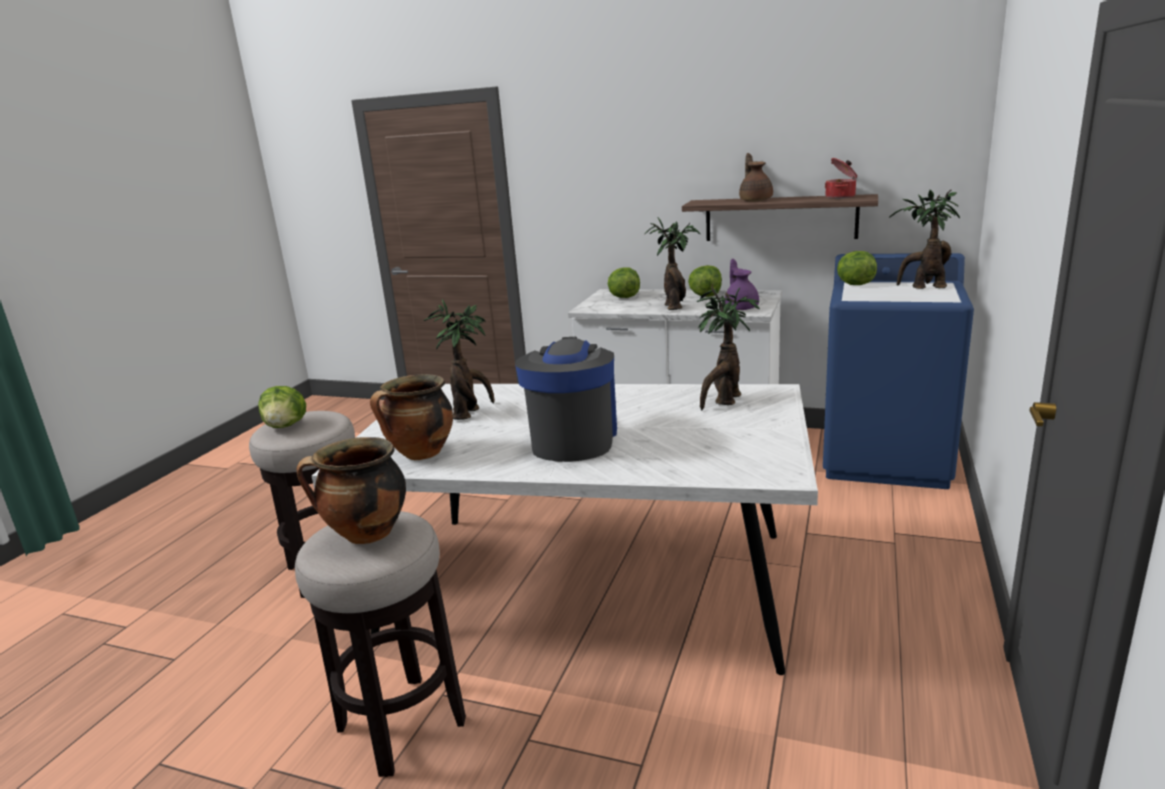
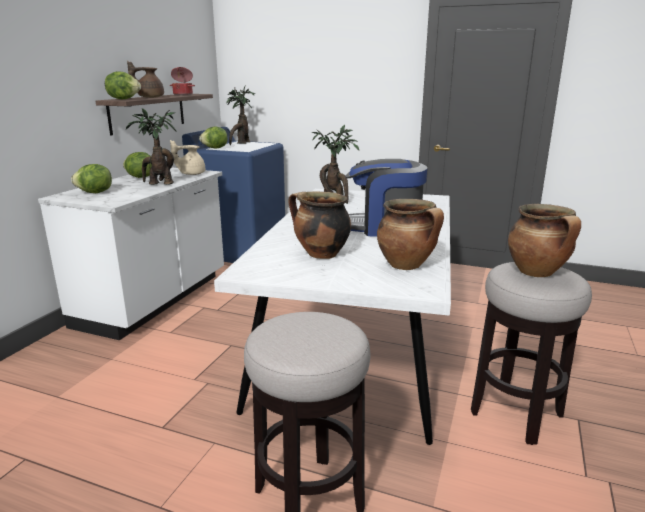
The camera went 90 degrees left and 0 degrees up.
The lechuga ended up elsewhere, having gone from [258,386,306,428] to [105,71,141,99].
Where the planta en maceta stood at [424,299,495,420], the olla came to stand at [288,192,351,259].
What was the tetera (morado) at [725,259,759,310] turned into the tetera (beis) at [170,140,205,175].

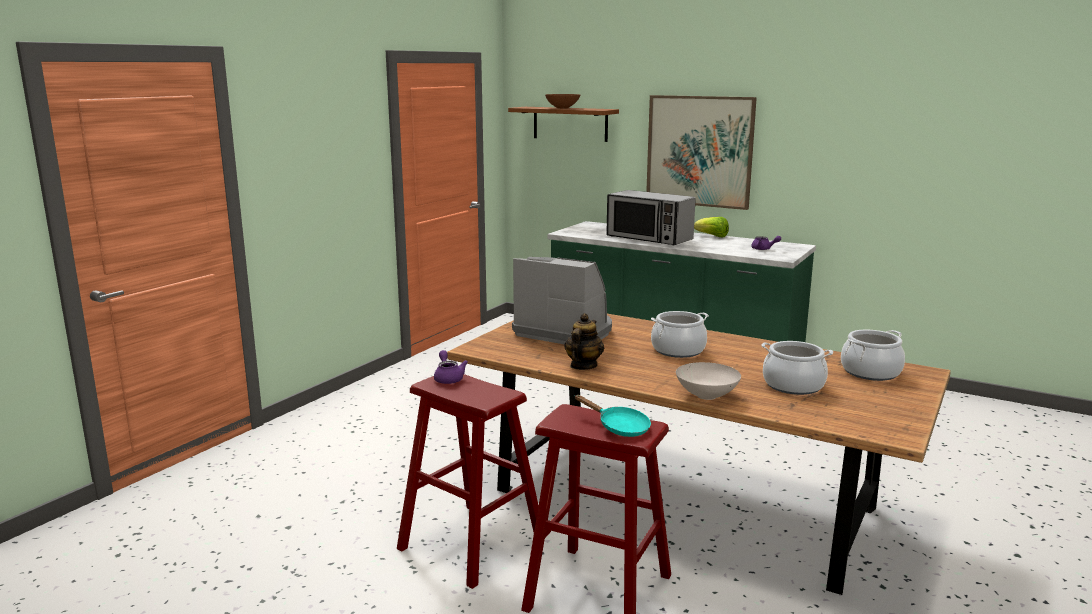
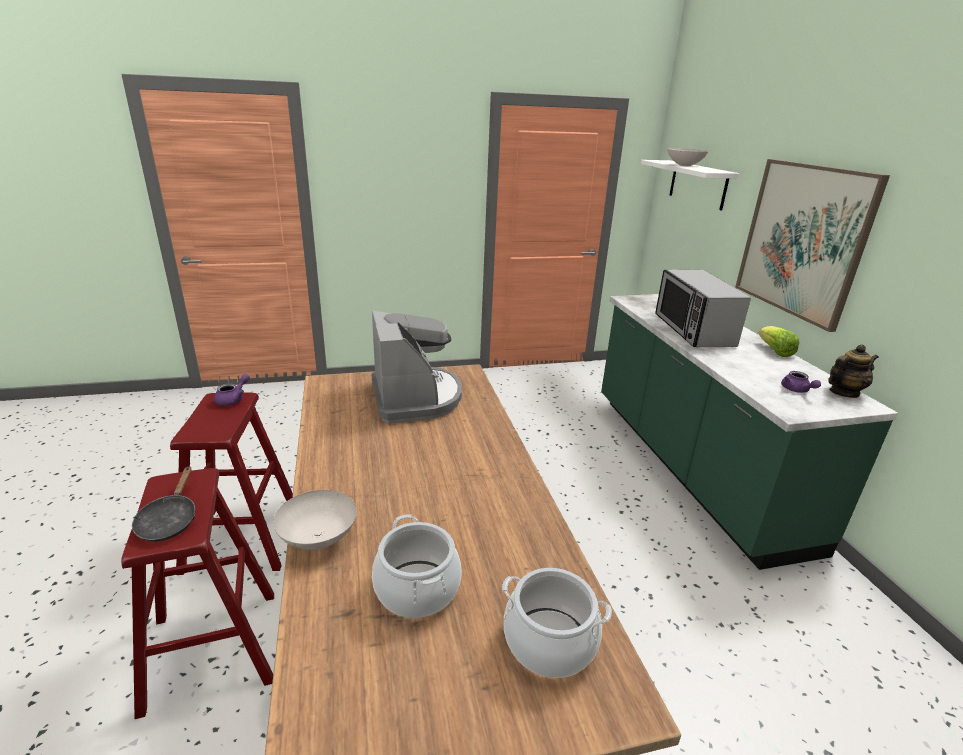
The camera went 45 degrees right and 10 degrees up.
The second view lost the olla at [651,311,709,358].
The tetera ended up elsewhere, having gone from [564,313,604,370] to [828,345,879,398].
What was the estante (marrón) at [508,107,619,142] turned into the estante (blanco) at [641,160,740,211].
What was the cuenco (marrón) at [545,94,580,109] turned into the cuenco (blanco) at [667,148,709,166].
What was the sartén (turquesa) at [574,395,651,437] turned into the sartén (negro) at [132,466,195,542].

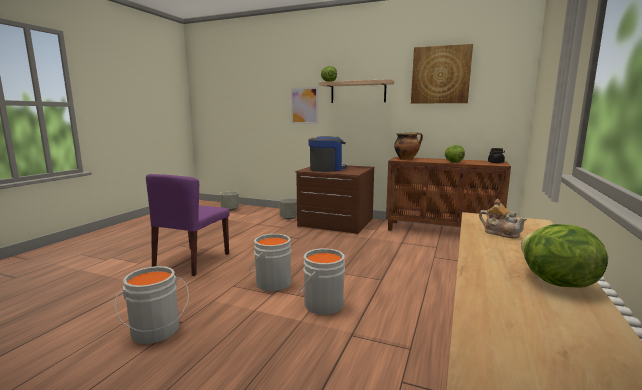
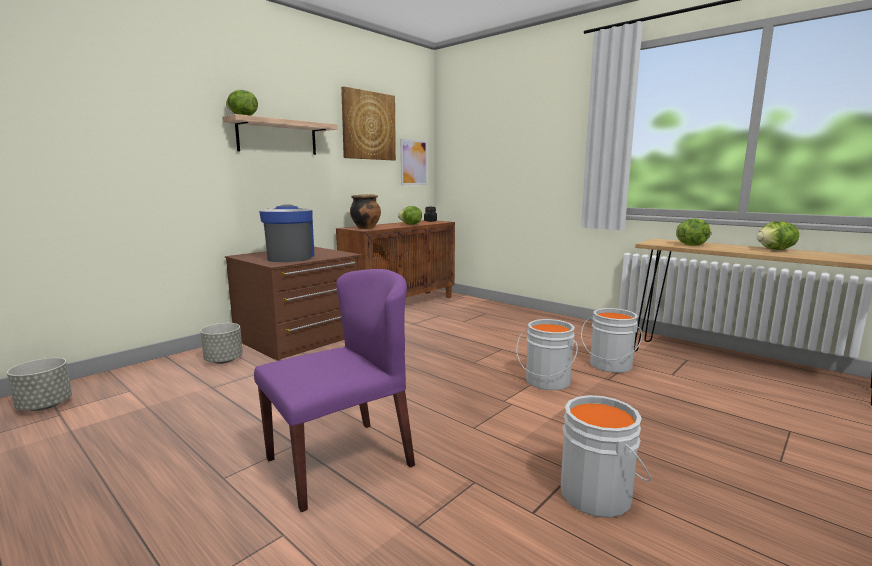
The camera went 70 degrees left and 0 degrees up.
The cubo (gris) ended up elsewhere, having gone from [249,234,291,291] to [581,308,642,373].
The cuadro ended up elsewhere, having gone from [291,87,318,124] to [400,139,427,185].
Where the tetera stood at [479,199,527,239], the lechuga came to stand at [676,219,712,245].
The silla (morado) at [146,174,230,276] ended up facing another way, 75 degrees counterclockwise from before.

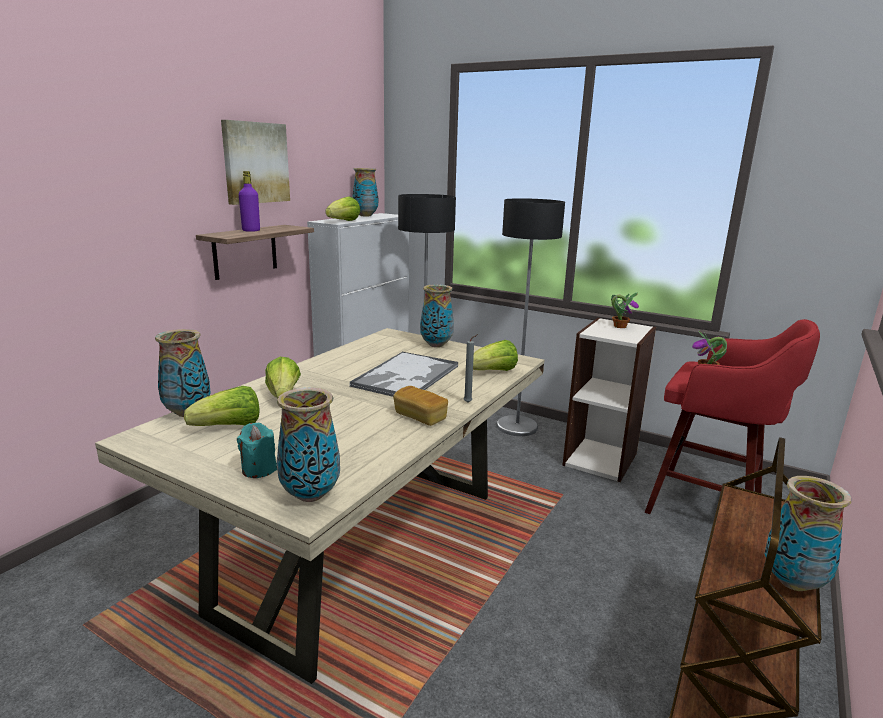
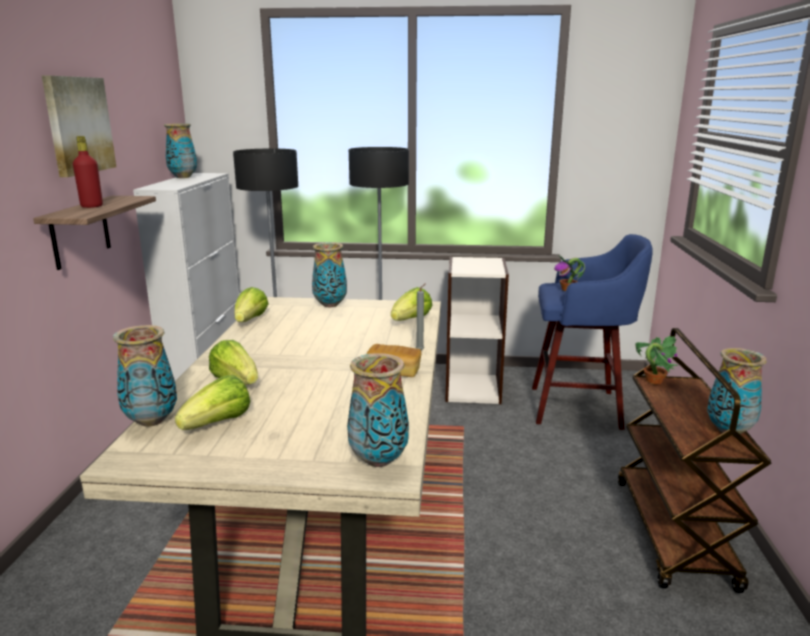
The camera went 25 degrees left and 0 degrees up.
The second view lost the vela (turquesa) at [237,423,277,478].
The second view lost the bandeja at [350,352,458,397].
The lechuga ended up elsewhere, having gone from [325,196,360,221] to [234,287,268,322].
The planta en maceta ended up elsewhere, having gone from [611,293,639,328] to [635,336,677,384].
What was the botella (morado) at [239,171,260,232] turned into the botella (rojo) at [73,136,103,208].
What was the taburete (rojo) at [645,319,820,514] turned into the taburete (azul) at [532,234,652,430].

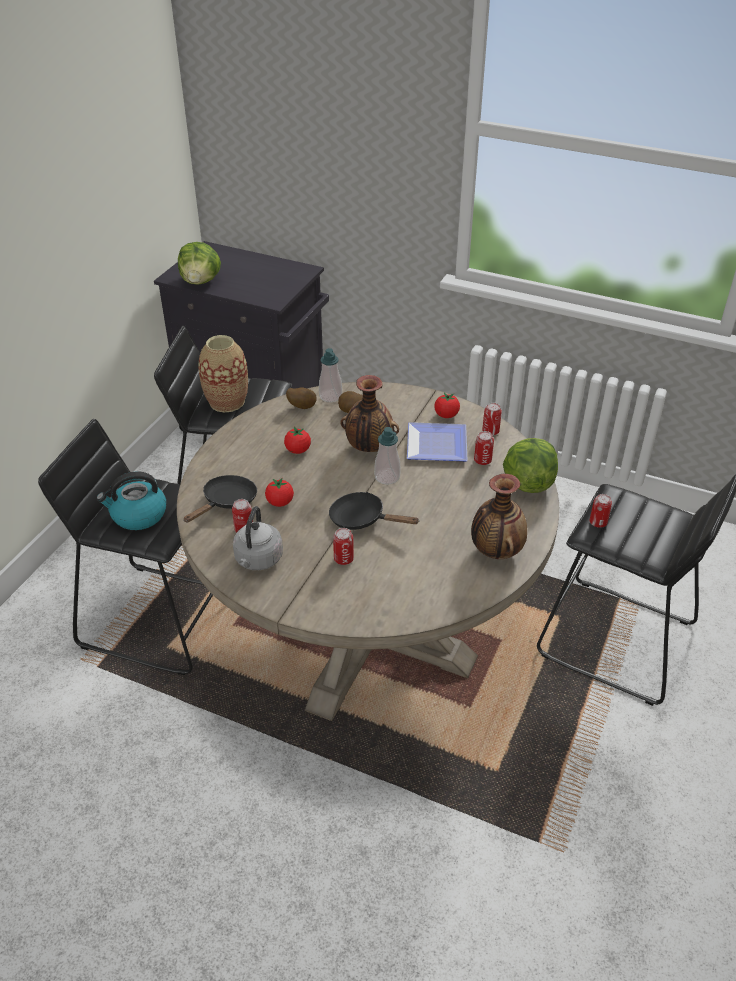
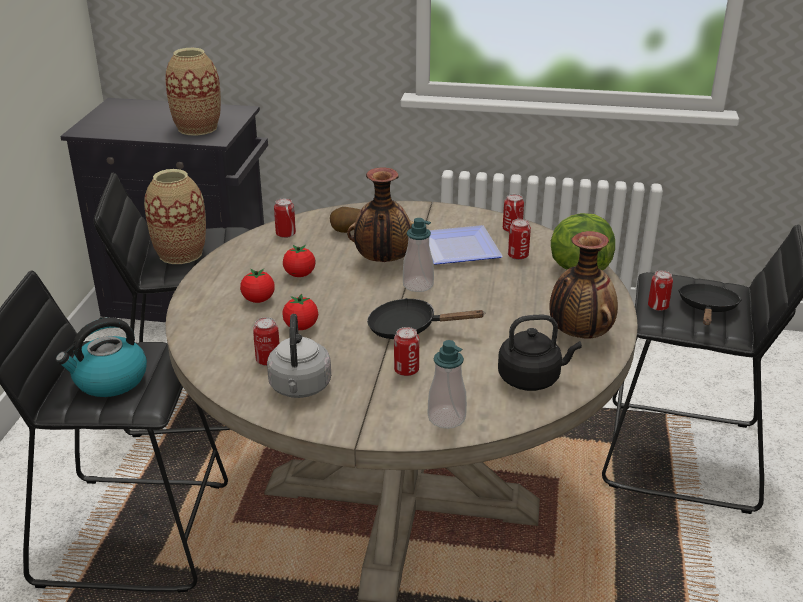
The camera went 15 degrees left and 10 degrees down.
The second view lost the lechuga at [178,242,221,285].
The second view gained the florero at [165,48,221,136].
The second view gained the hervidor (negro) at [498,315,582,391].
The sartén (negro) ended up elsewhere, having gone from [183,475,257,523] to [679,284,742,325].
The dispensador de jabón ended up elsewhere, having gone from [319,348,342,402] to [428,340,467,429].
The tomate ended up elsewhere, having gone from [434,392,460,418] to [240,269,275,303].
Where the patata stood at [286,387,317,409], the lata came to stand at [274,198,296,238].

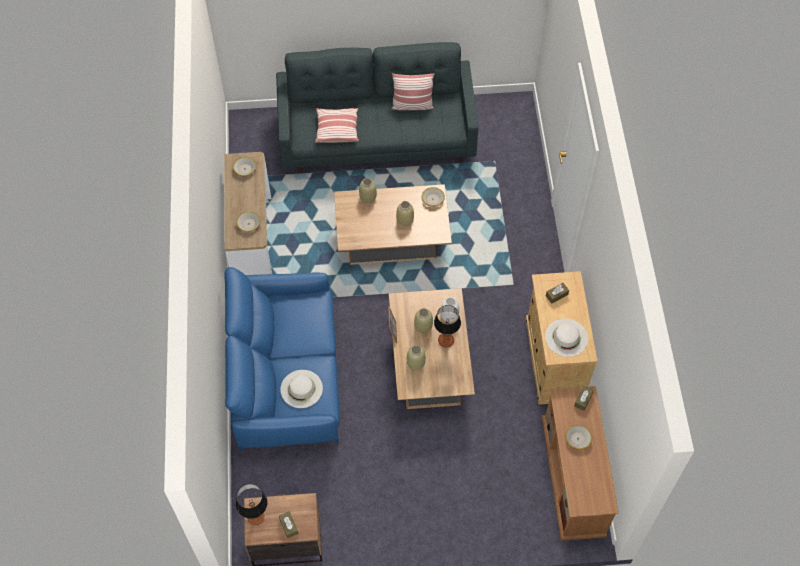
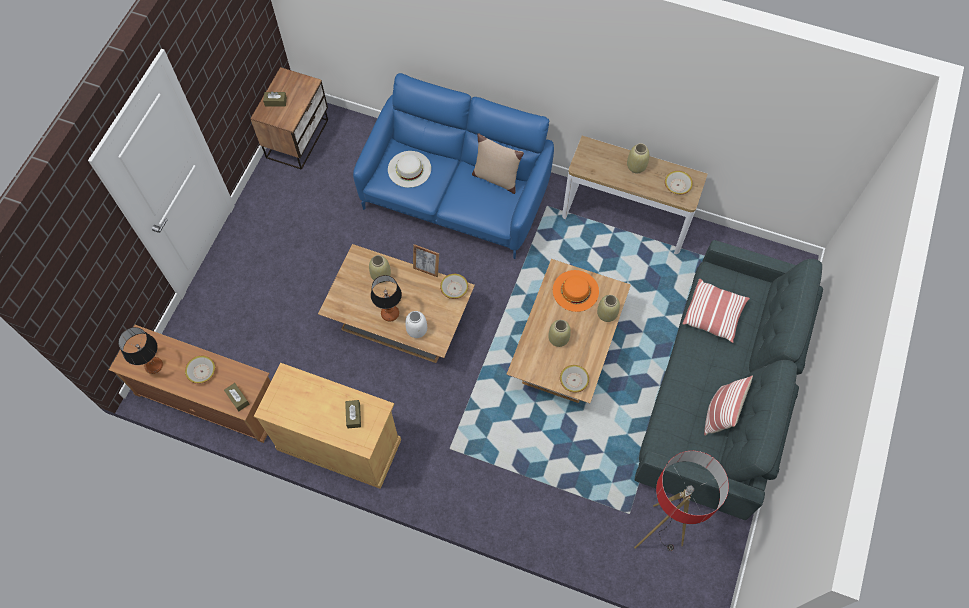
The camera went 115 degrees right and 5 degrees up.
The second view lost the sombrero (blanco) at [545,318,588,357].
The second view gained the cojín (beis) at [472,133,524,194].
The second view gained the sombrero (naranja) at [553,270,599,312].
The second view gained the lámpara de pie at [634,451,729,551].
The cuenco ended up elsewhere, having gone from [236,211,261,232] to [440,274,468,299].
The lámpara de mesa ended up elsewhere, having gone from [236,484,268,525] to [118,327,163,374].
The florero (beis) ended up elsewhere, having gone from [414,308,433,333] to [627,143,649,173].

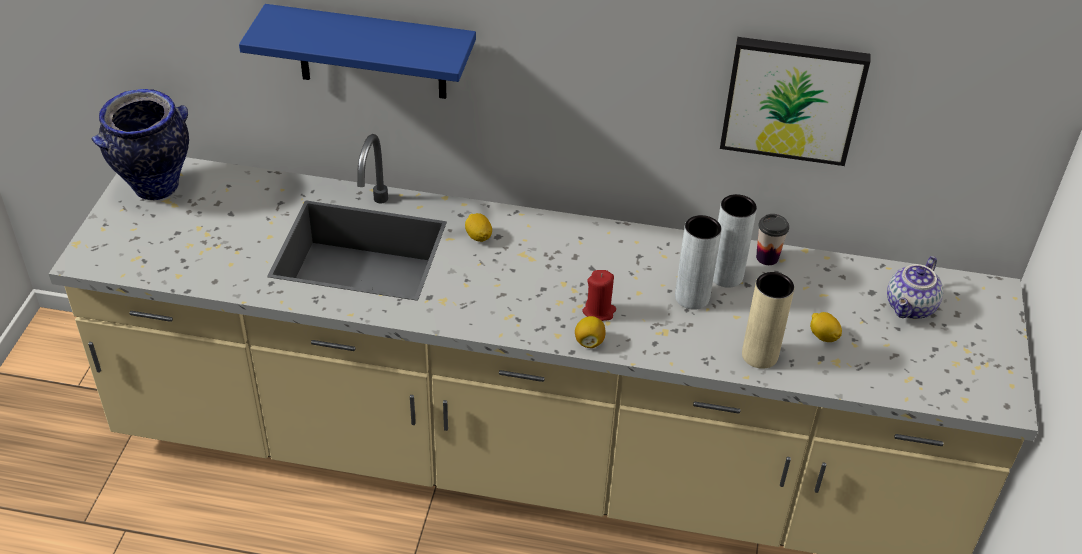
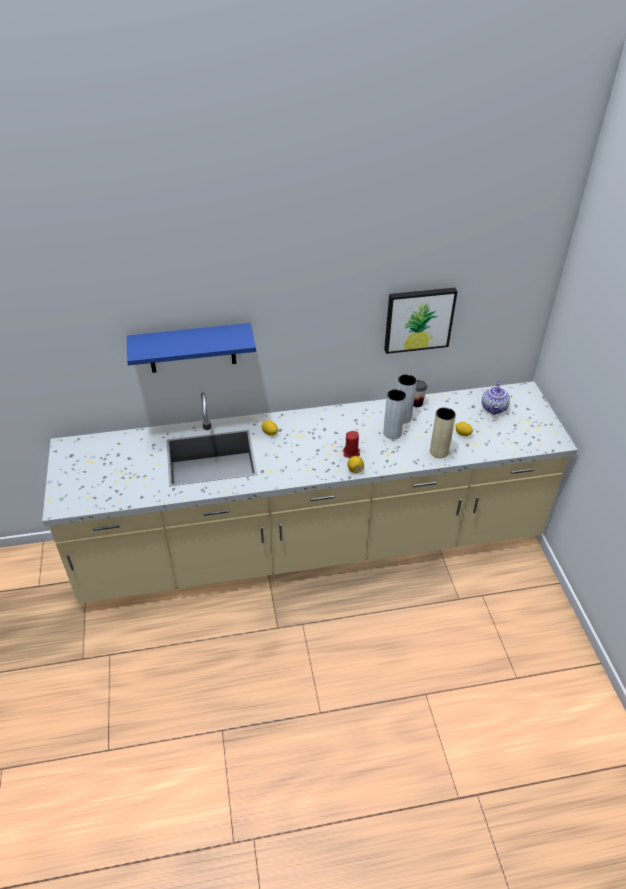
The camera went 20 degrees left and 0 degrees up.
The second view lost the florero at [91,89,189,200].

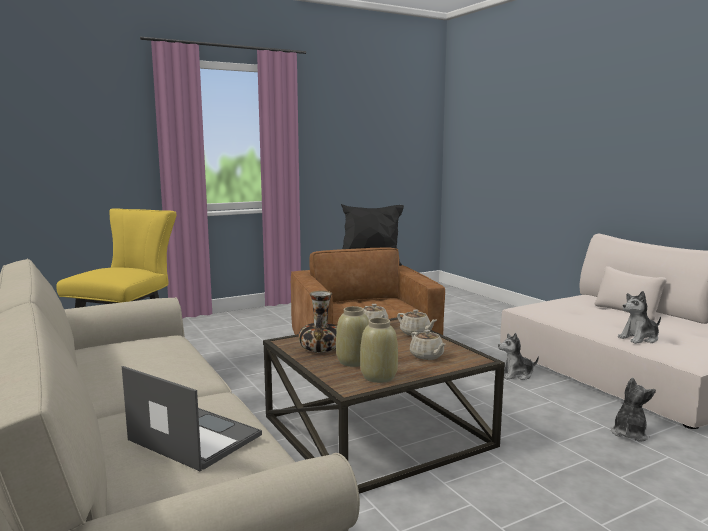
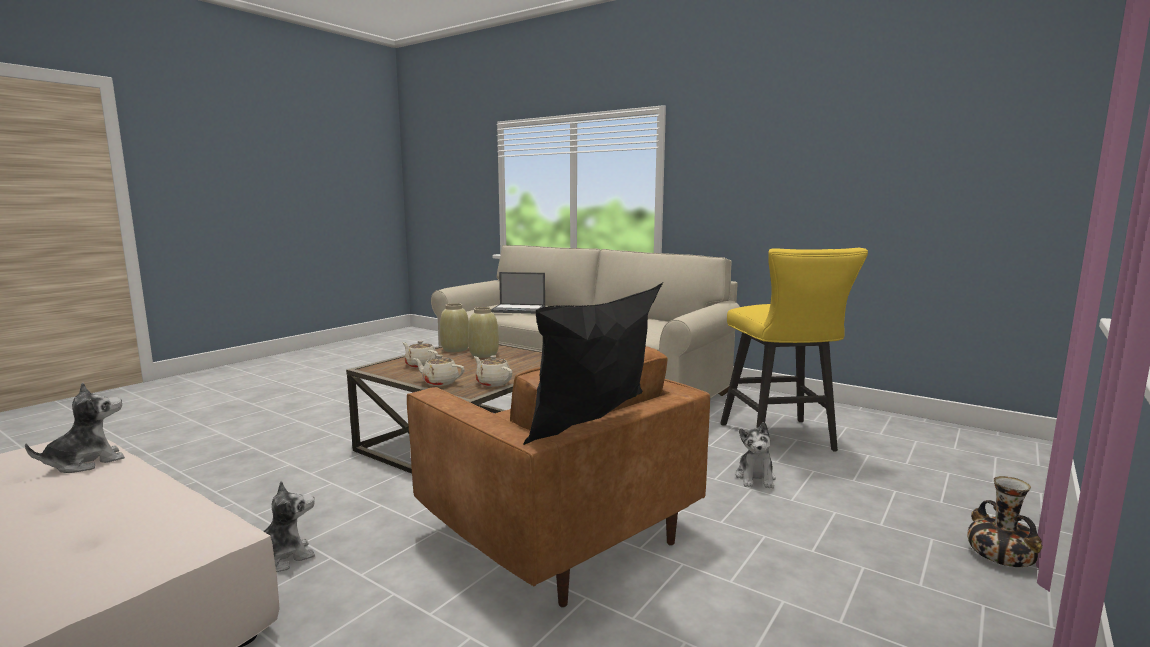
The camera went 155 degrees right and 0 degrees up.
The florero ended up elsewhere, having gone from [299,291,337,353] to [967,476,1043,567].
The peluche ended up elsewhere, having gone from [610,378,656,442] to [735,422,776,488].

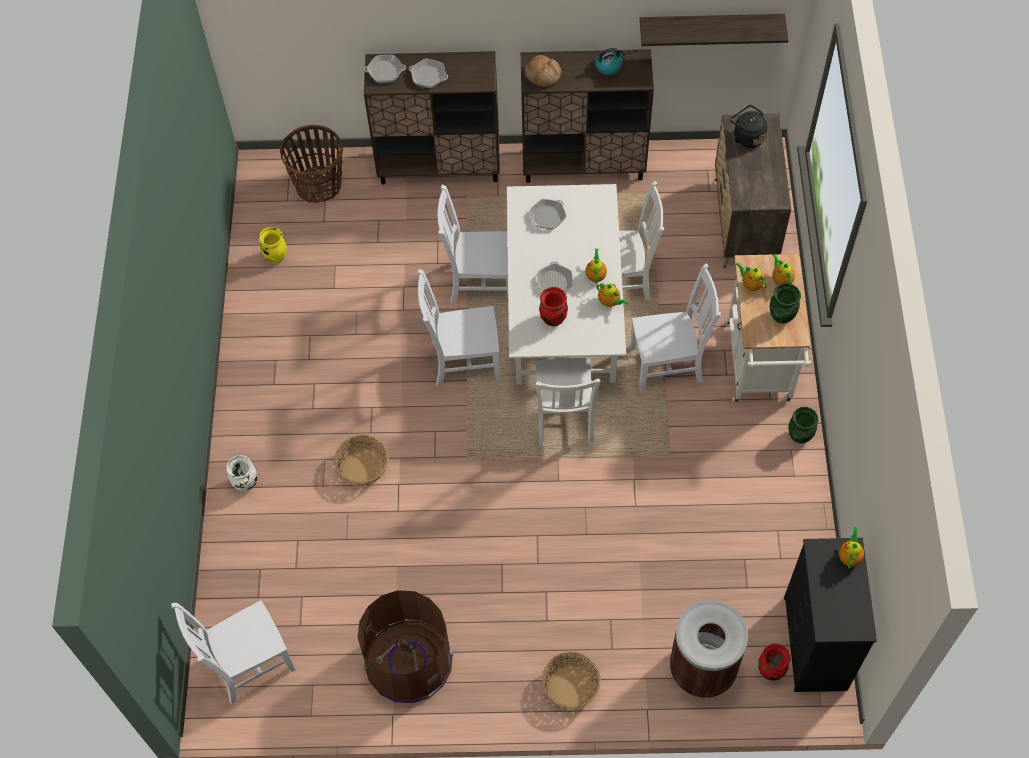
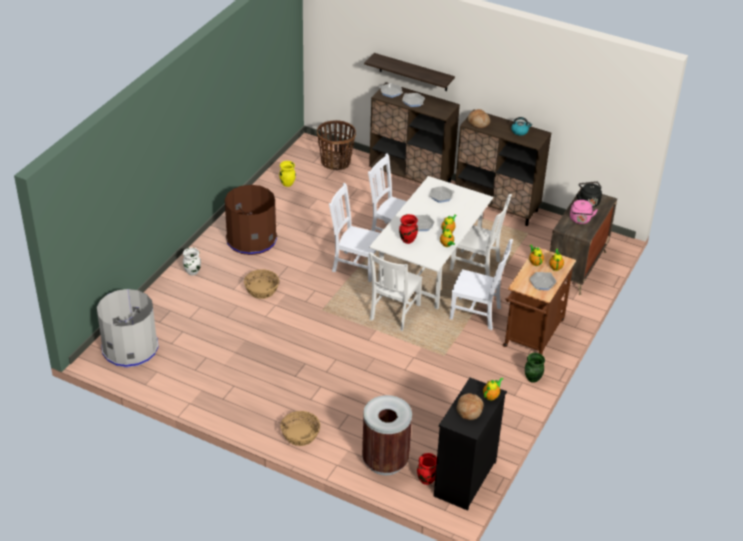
The camera went 25 degrees right and 20 degrees down.
The second view gained the pan at [457,393,484,420].
The second view gained the hervidor (rosa) at [570,200,598,224].
The papelera (marrón) ended up elsewhere, having gone from [357,590,453,703] to [225,185,277,255].
The estante ended up elsewhere, having gone from [640,14,789,46] to [364,53,455,91].
Where the silla (blanco) stood at [171,600,295,704], the papelera (gris) came to stand at [97,289,159,368].
Where the florero (verde) stood at [770,283,801,324], the sartén came to stand at [530,272,557,290].
What was the carrito (blanco) at [725,254,811,403] turned into the carrito (marrón) at [503,247,576,355].

